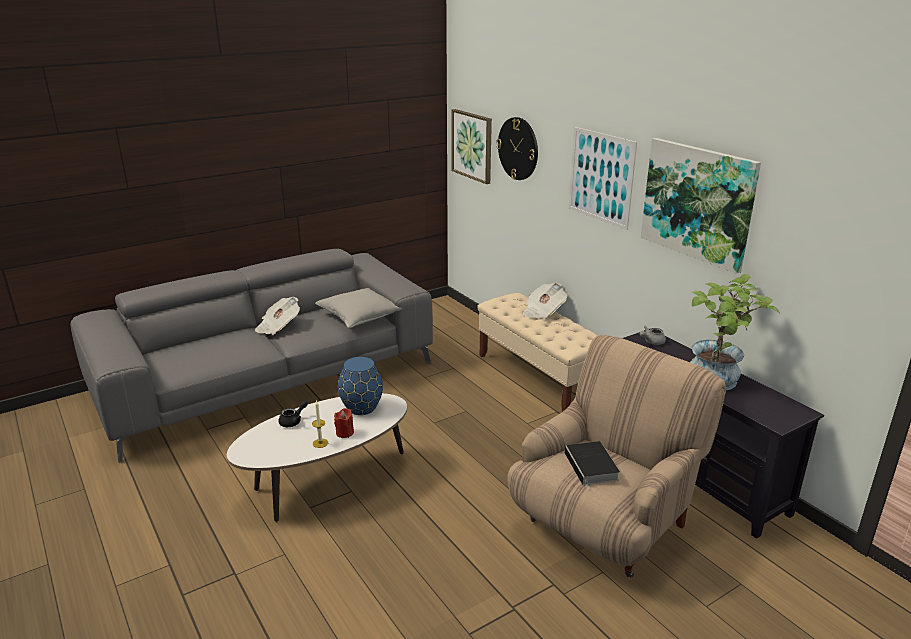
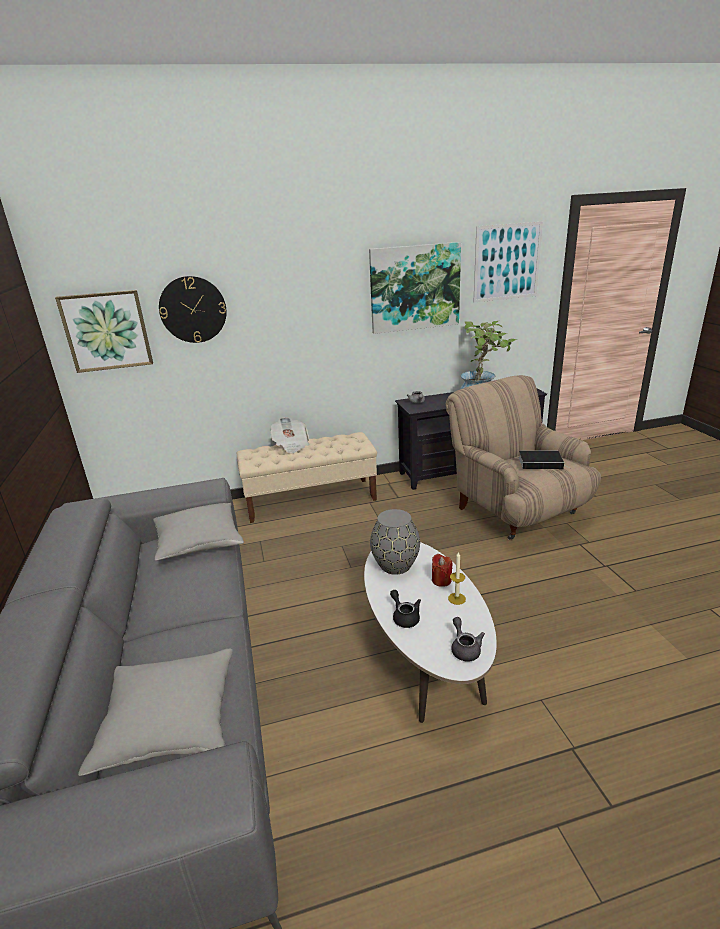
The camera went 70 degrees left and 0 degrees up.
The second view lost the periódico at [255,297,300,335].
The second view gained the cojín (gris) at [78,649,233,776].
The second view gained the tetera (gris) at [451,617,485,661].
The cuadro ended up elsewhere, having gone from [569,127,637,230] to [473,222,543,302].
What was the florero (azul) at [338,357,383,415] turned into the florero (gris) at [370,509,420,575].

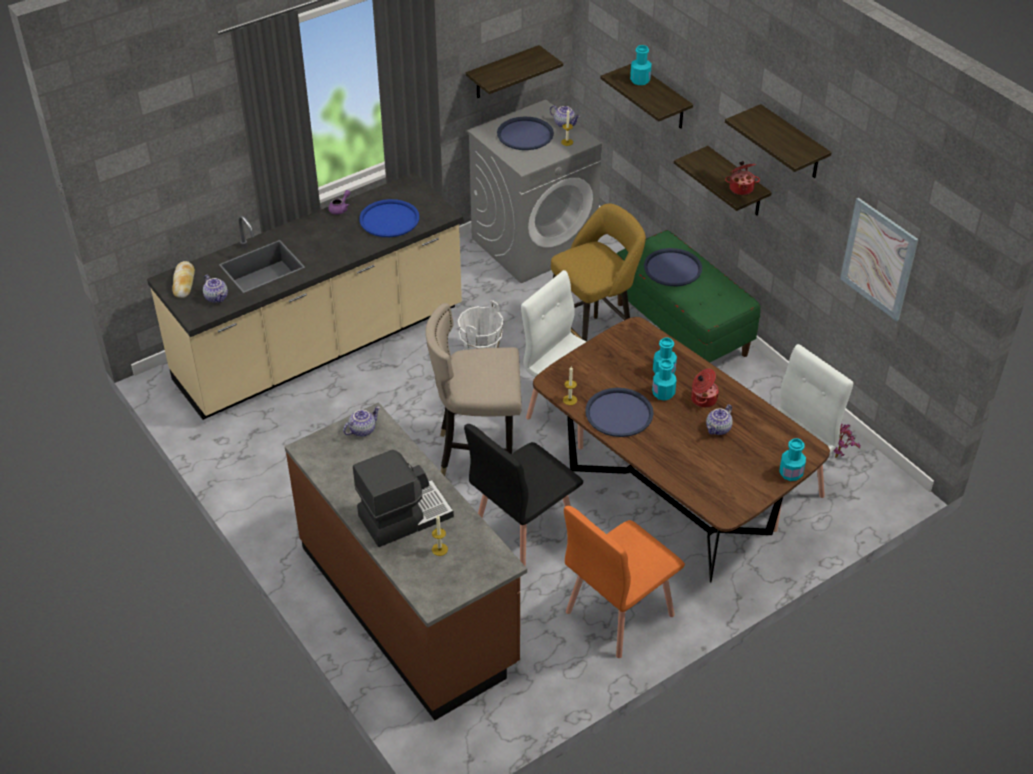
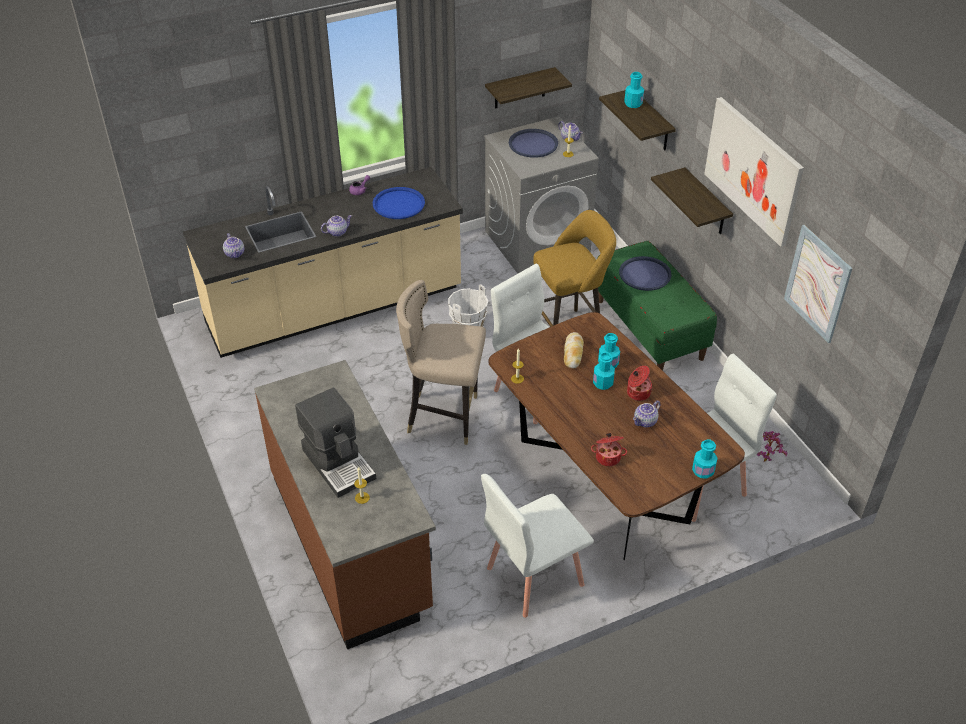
The camera went 10 degrees right and 0 degrees up.
The second view lost the silla (negro) at [464,424,583,567].
The second view lost the bandeja (azul) at [585,388,654,437].
The pan ended up elsewhere, having gone from [172,261,195,298] to [564,332,584,368].
The tetera ended up elsewhere, having gone from [343,406,380,437] to [321,215,352,237].
The olla ended up elsewhere, having gone from [725,161,760,195] to [591,433,627,466].
Where the estante hung at [725,104,832,178], the cuadro came to hang at [704,97,804,247].
What was the silla (naranja) at [564,506,685,658] turned into the silla (blanco) at [481,474,594,618].
The cafetera at [353,449,454,547] ended up facing another way, 75 degrees clockwise from before.

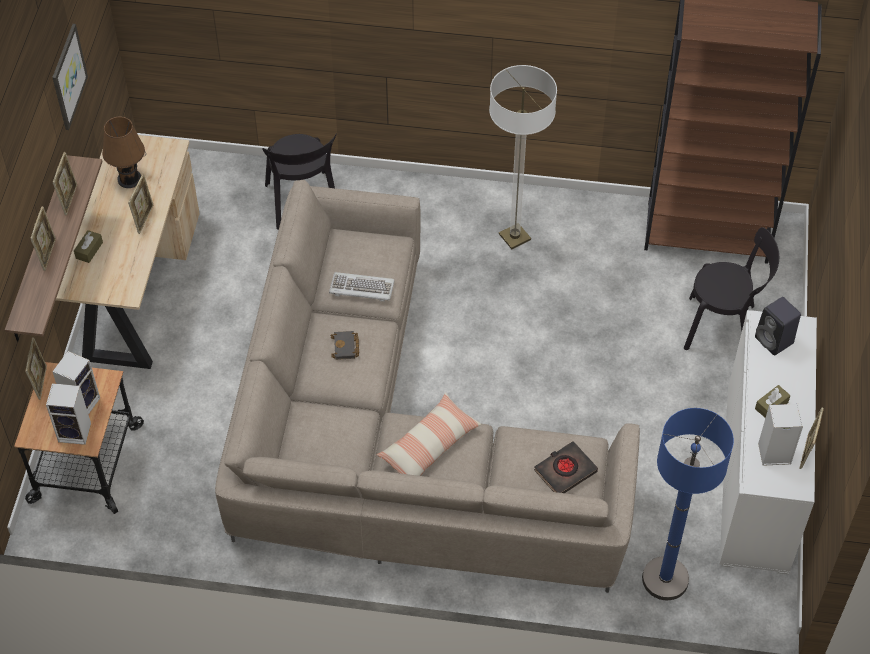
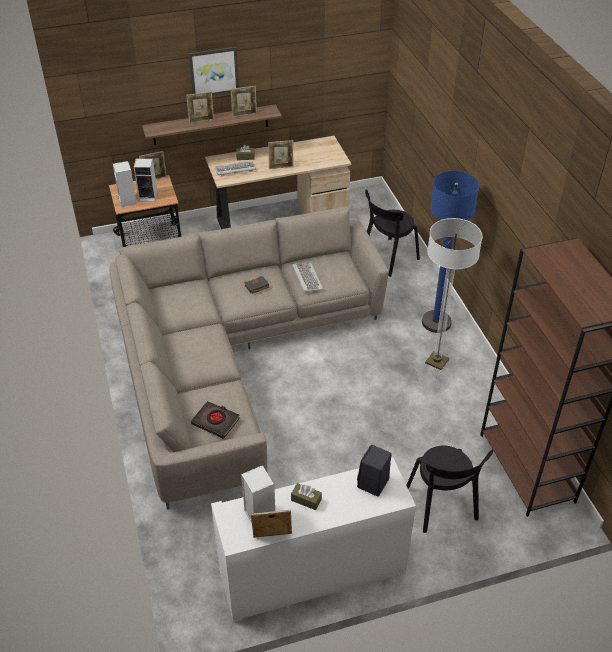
The camera went 65 degrees right and 10 degrees down.
The second view lost the lámpara de mesa (marrón) at [102,117,146,188].
The second view lost the cojín at [377,392,481,476].
The second view gained the teclado at [214,161,256,177].
The cuadro ended up elsewhere, having gone from [52,24,88,130] to [188,47,239,95].
The lámpara de pie (azul) ended up elsewhere, having gone from [642,408,734,600] to [422,171,479,333].

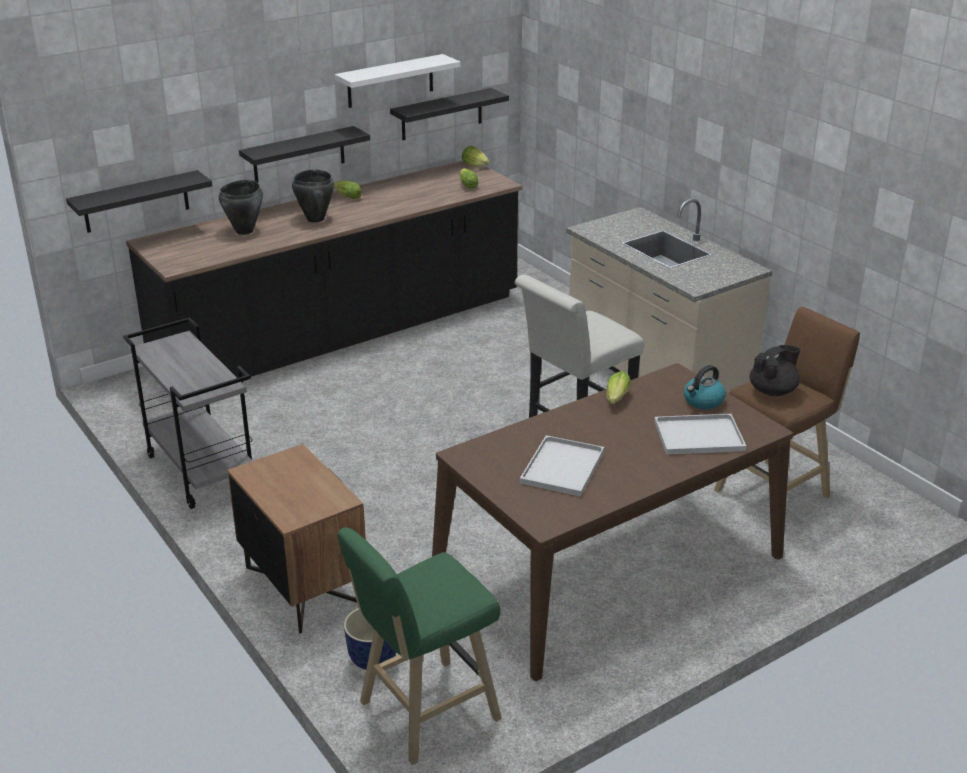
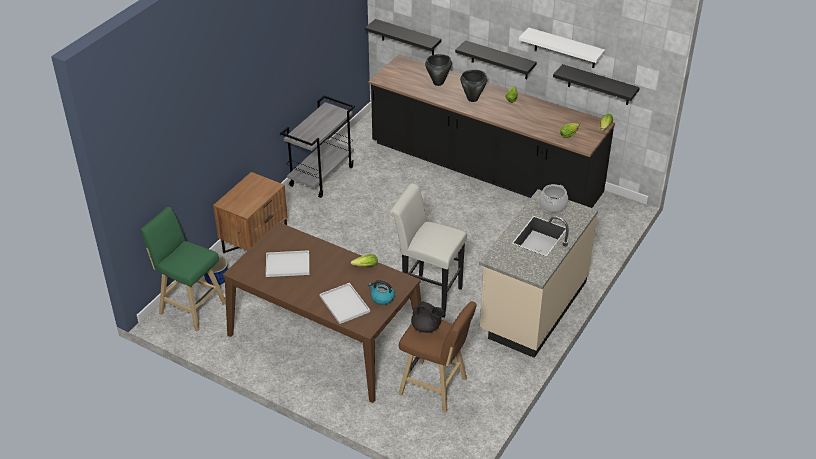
The camera went 65 degrees right and 10 degrees up.
The second view gained the olla at [539,184,568,213].

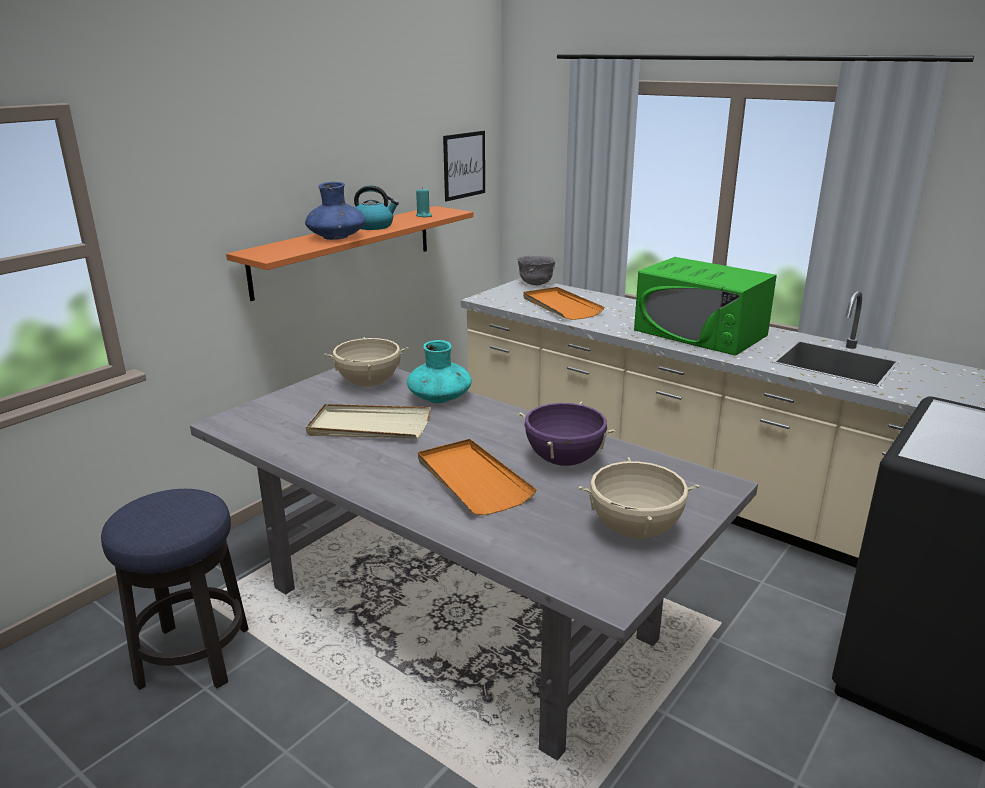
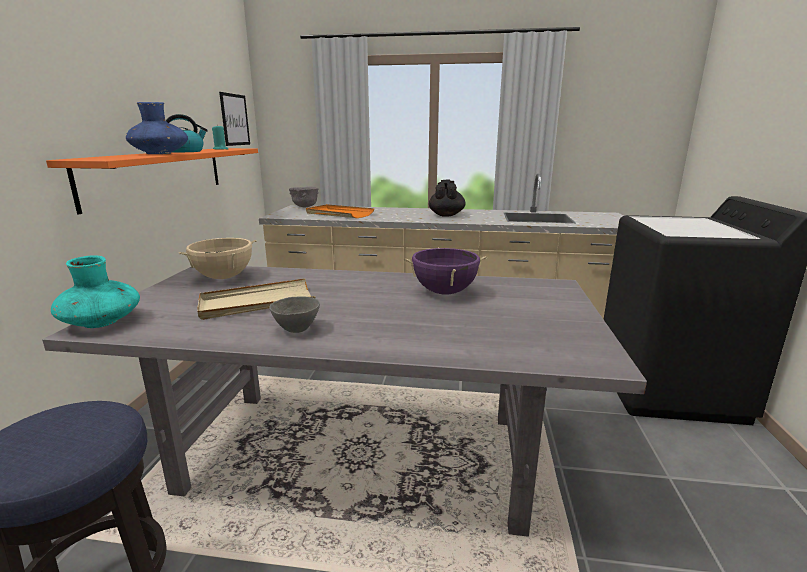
The camera went 30 degrees left and 5 degrees down.
The second view lost the bandeja (naranja) at [418,439,537,515].
The second view lost the olla (beis) at [579,457,699,539].
The second view gained the cuenco (gris) at [269,296,320,333].
The florero (turquesa) ended up elsewhere, having gone from [407,340,472,403] to [51,255,140,328].
Where the microondas (verde) stood at [634,257,777,356], the tetera (negro) came to stand at [429,180,465,217].

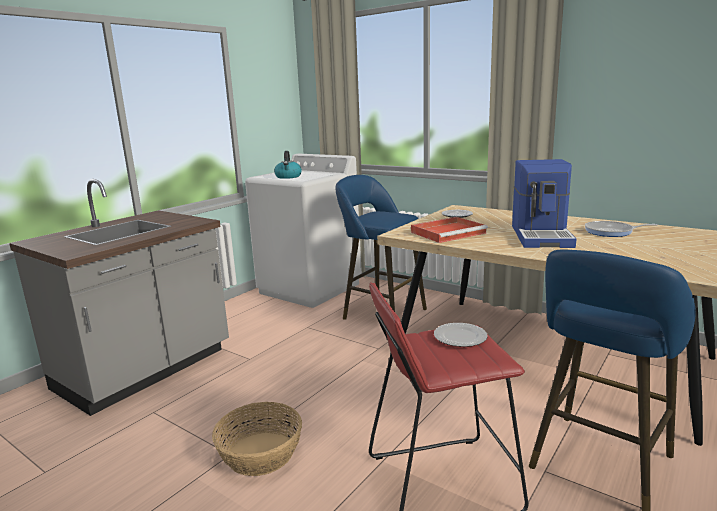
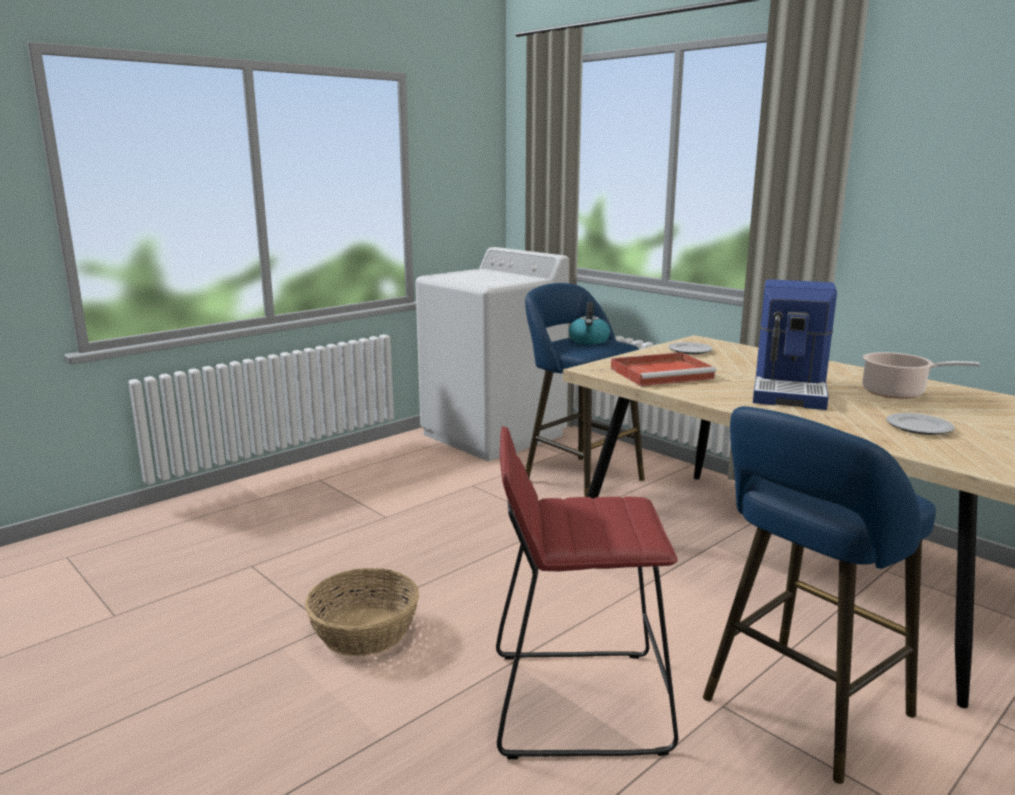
The camera went 10 degrees right and 0 degrees up.
The second view lost the mueble bajo de cocina (gris) at [9,179,229,416].
The hervidor ended up elsewhere, having gone from [274,151,302,179] to [569,301,610,345].
The plato ended up elsewhere, having gone from [434,323,488,347] to [886,413,955,435].
Where the sartén stood at [585,221,658,237], the olla came to stand at [862,352,980,399].

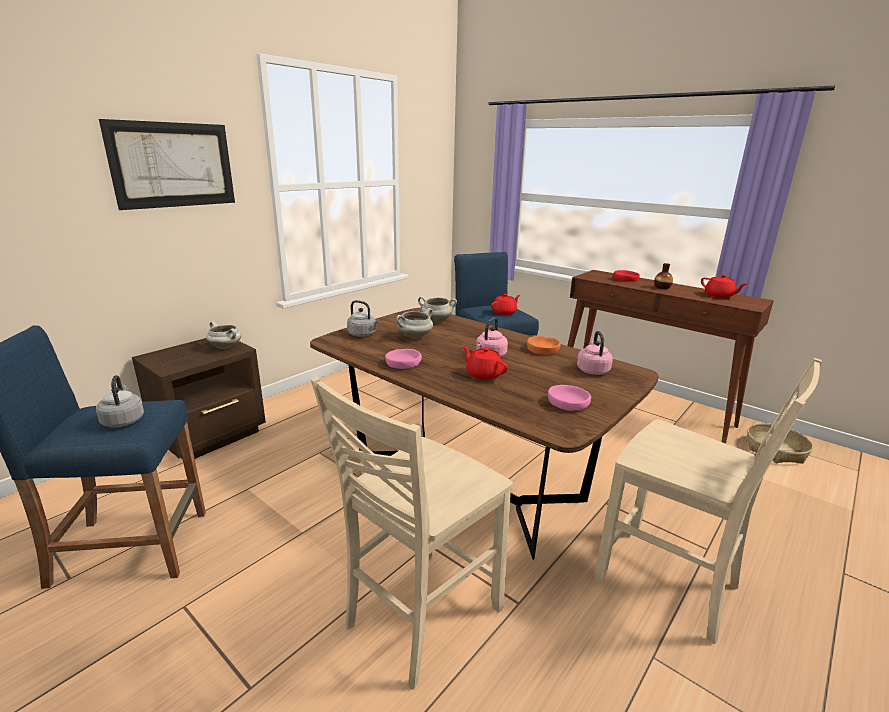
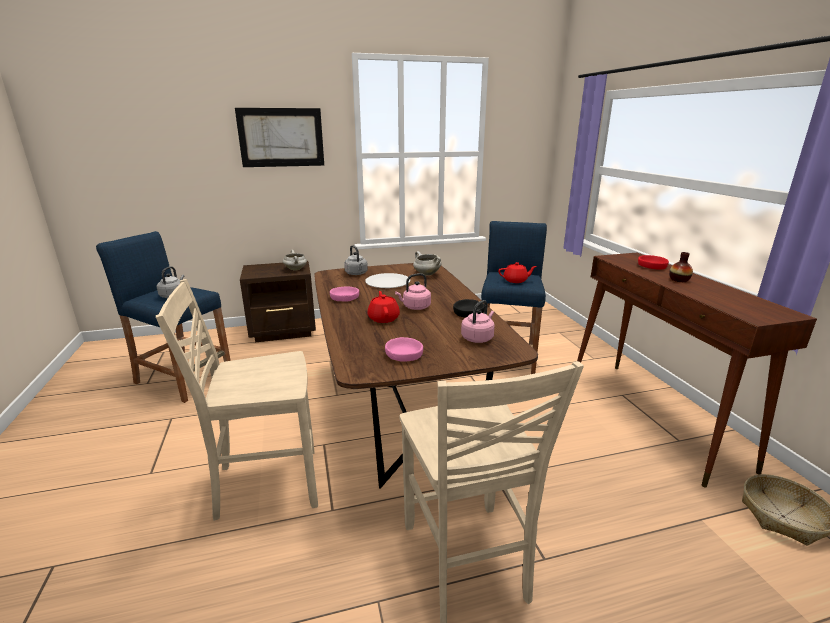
The camera went 35 degrees right and 0 degrees up.
The second view lost the tetera (rojo) at [701,274,747,298].
Where the olla (blanco) stood at [396,308,433,339], the plato (blanco) came to stand at [365,273,410,288].
What was the cuenco (naranja) at [527,336,561,355] turned into the cuenco (negro) at [453,299,484,318].

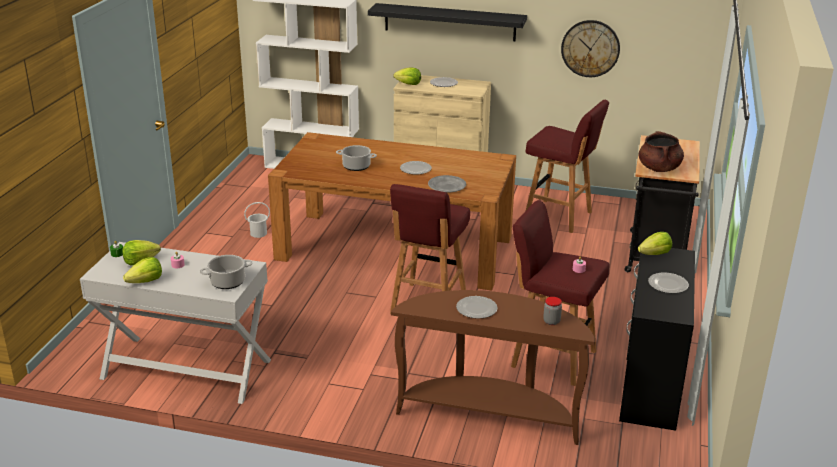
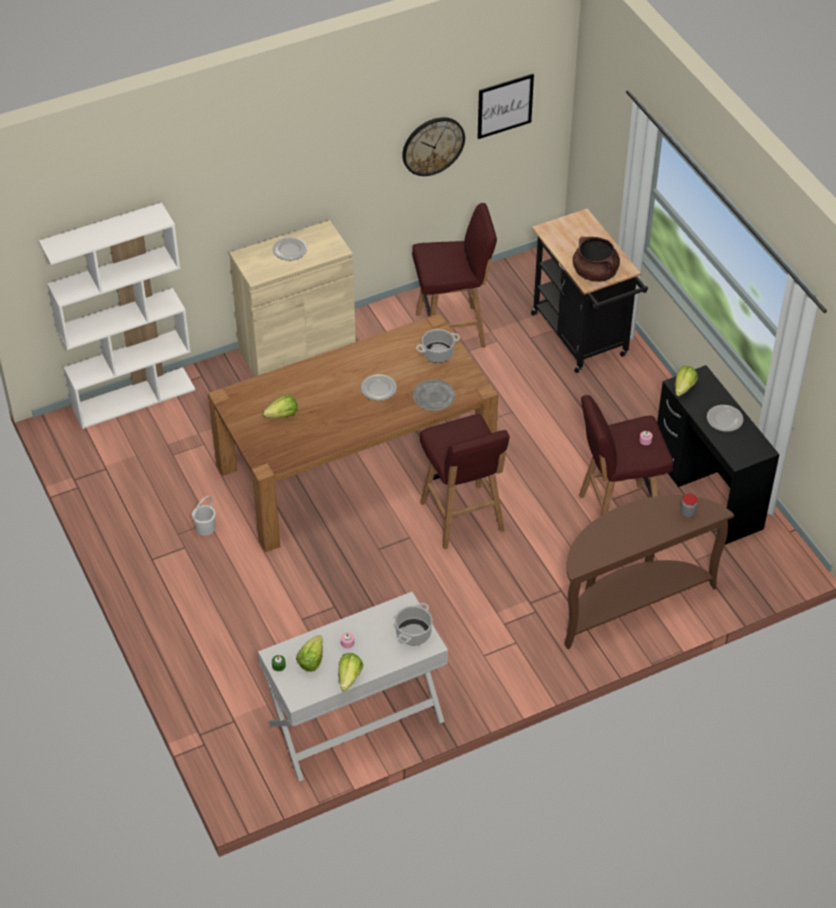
The camera went 40 degrees left and 20 degrees up.
The second view lost the estante (negro) at [368,3,527,41].
The second view lost the plato at [456,296,498,319].
The second view gained the cuadro at [477,74,534,139].
The olla ended up elsewhere, having gone from [336,145,377,171] to [416,329,460,363].
The lechuga ended up elsewhere, having gone from [393,67,421,85] to [263,395,298,418].

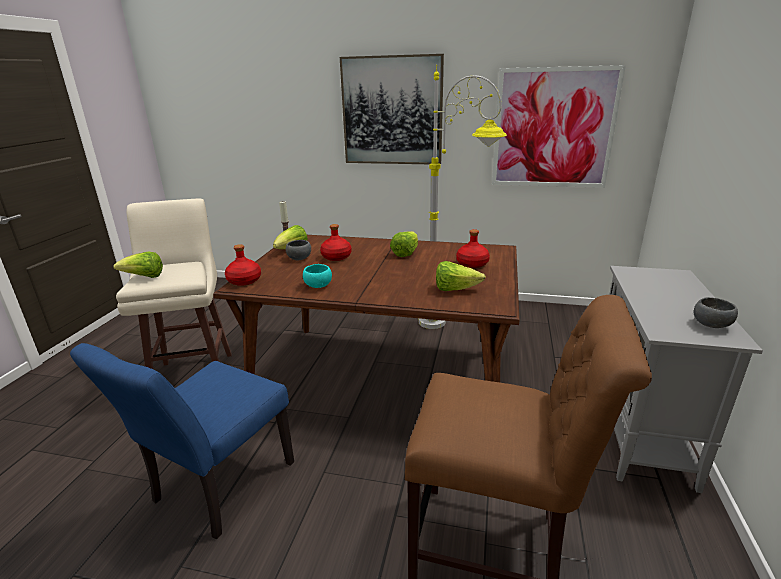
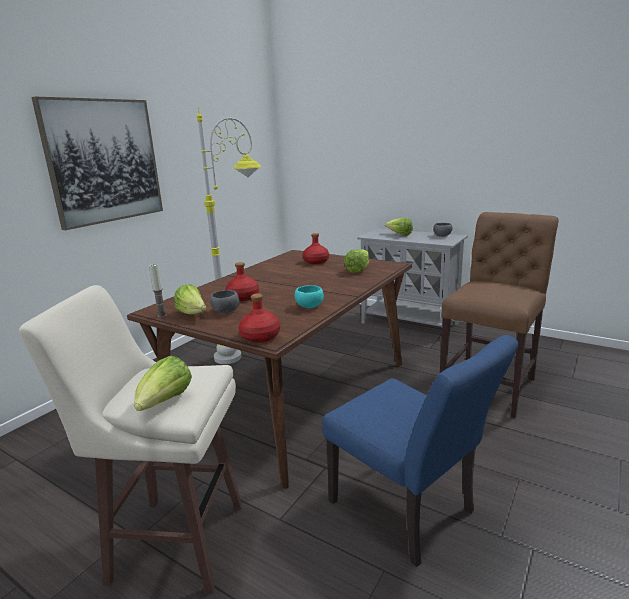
The camera went 70 degrees left and 5 degrees down.
The second view lost the cuadro at [492,65,626,188].
The lechuga ended up elsewhere, having gone from [390,231,418,257] to [385,218,413,236].

